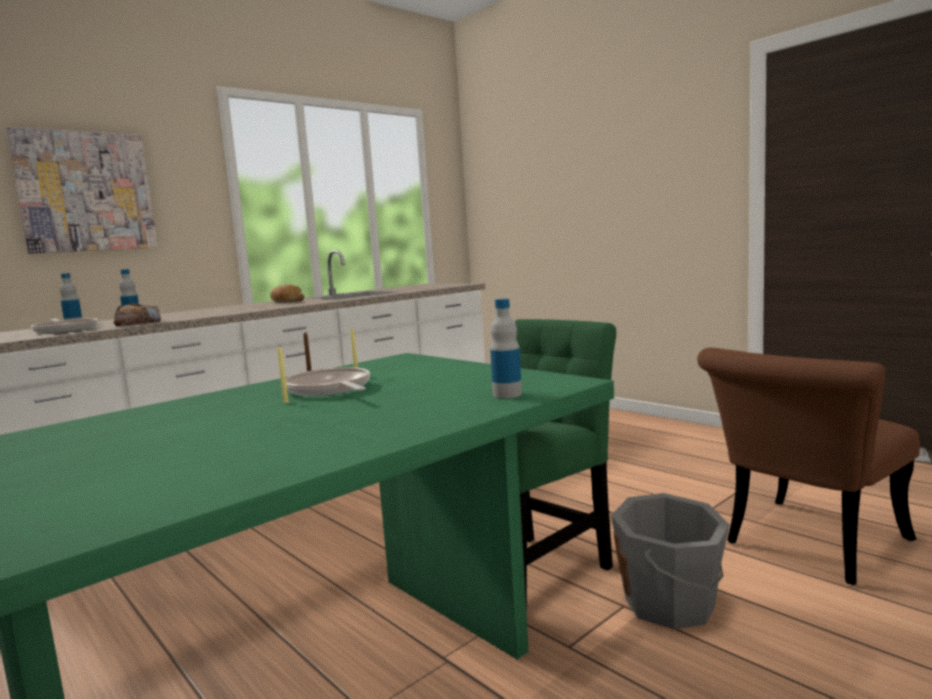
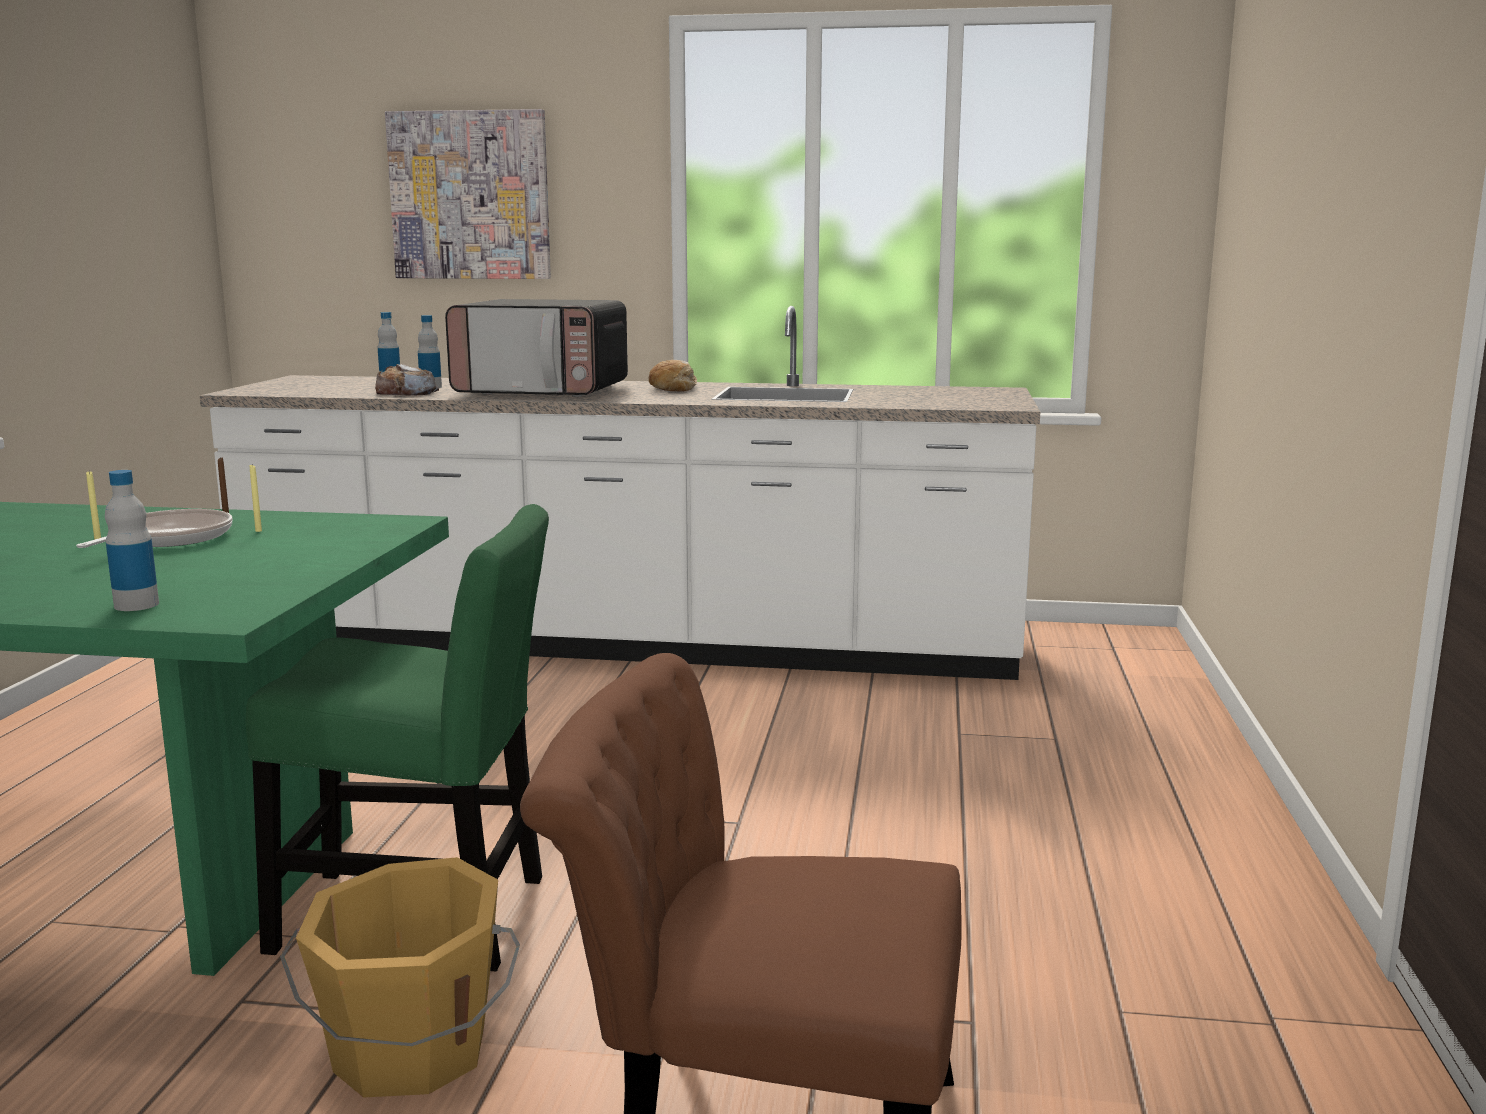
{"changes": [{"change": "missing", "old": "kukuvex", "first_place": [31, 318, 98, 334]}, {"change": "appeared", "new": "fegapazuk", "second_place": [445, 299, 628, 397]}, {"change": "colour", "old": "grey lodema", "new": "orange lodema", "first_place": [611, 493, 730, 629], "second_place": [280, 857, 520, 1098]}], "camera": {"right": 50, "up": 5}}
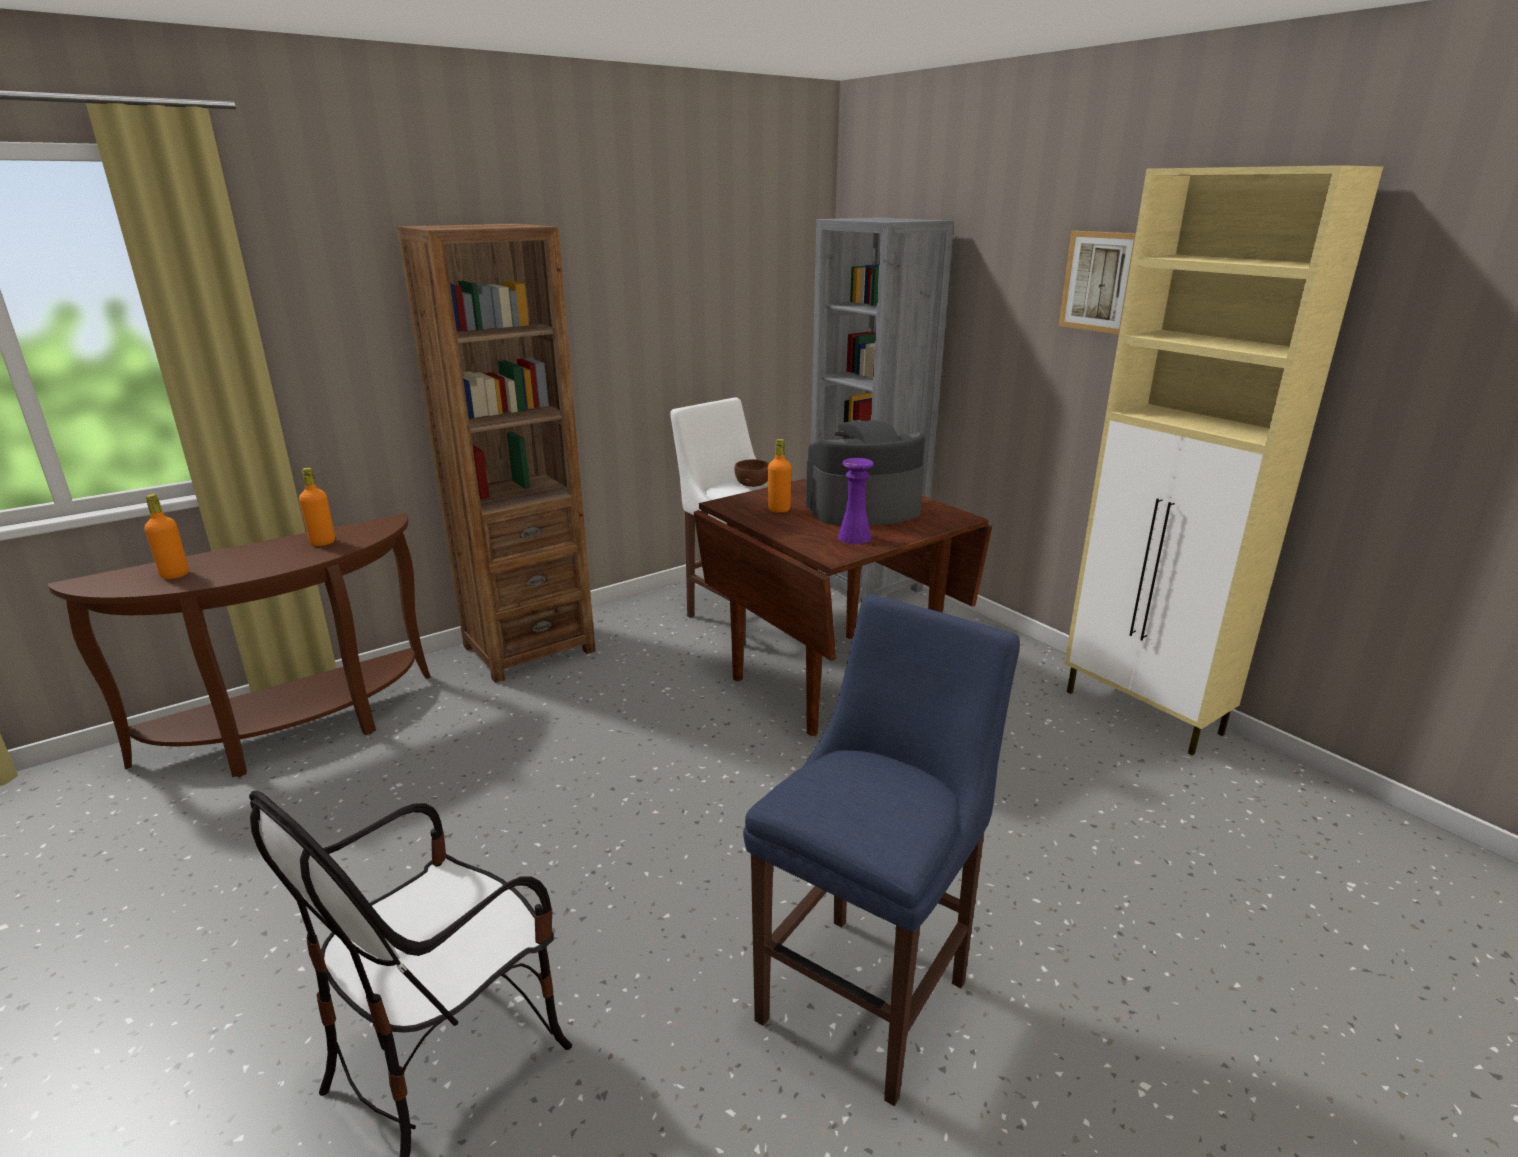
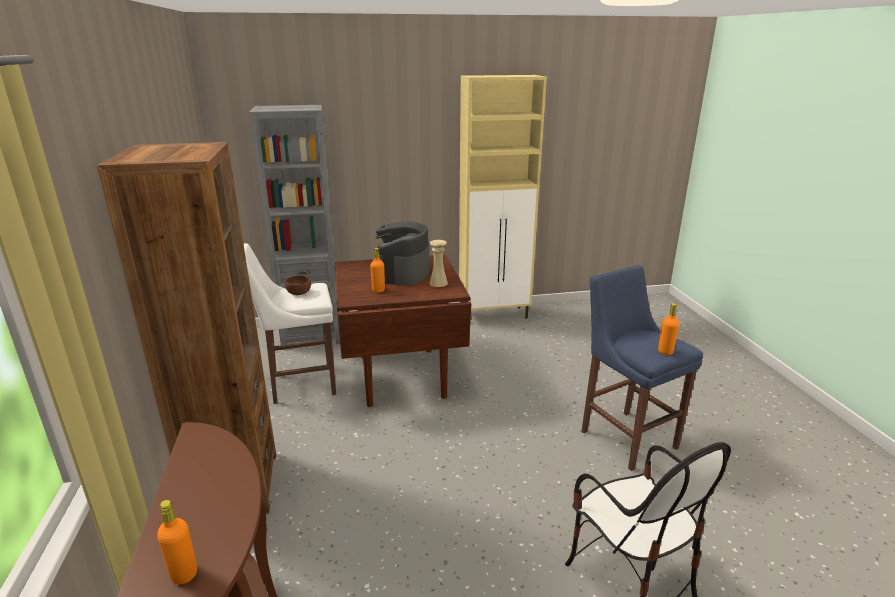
{"changes": [{"change": "missing", "old": "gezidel", "first_place": [1058, 231, 1136, 334]}, {"change": "relocated", "old": "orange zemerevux", "first_place": [299, 468, 335, 546], "second_place": [658, 303, 679, 355]}, {"change": "colour", "old": "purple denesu", "new": "beige denesu", "first_place": [838, 458, 874, 544], "second_place": [429, 240, 448, 287]}], "camera": {"right": -65, "up": 0}}
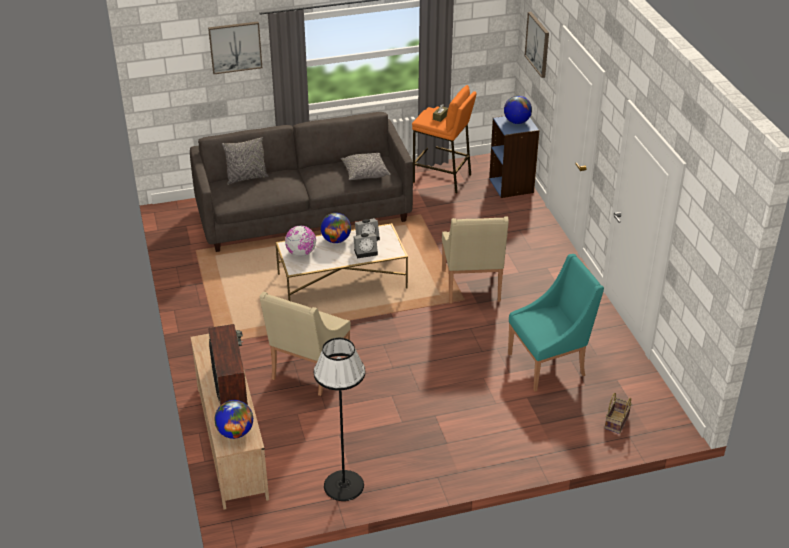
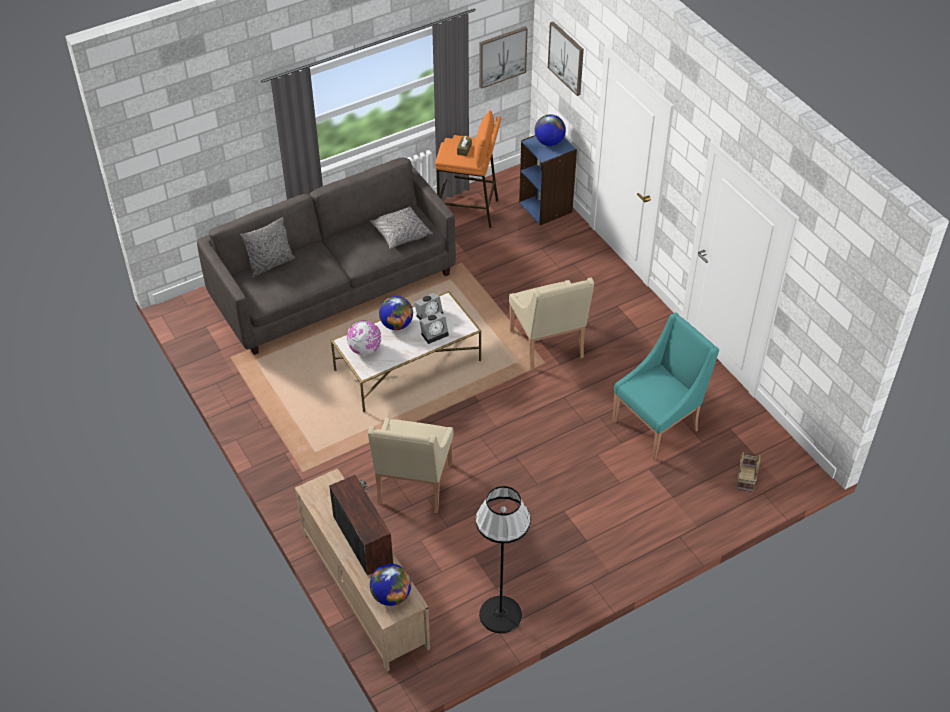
{"changes": [{"change": "relocated", "old": "gezidel", "first_place": [208, 22, 262, 74], "second_place": [479, 26, 528, 89]}], "camera": {"right": -15, "up": 10}}
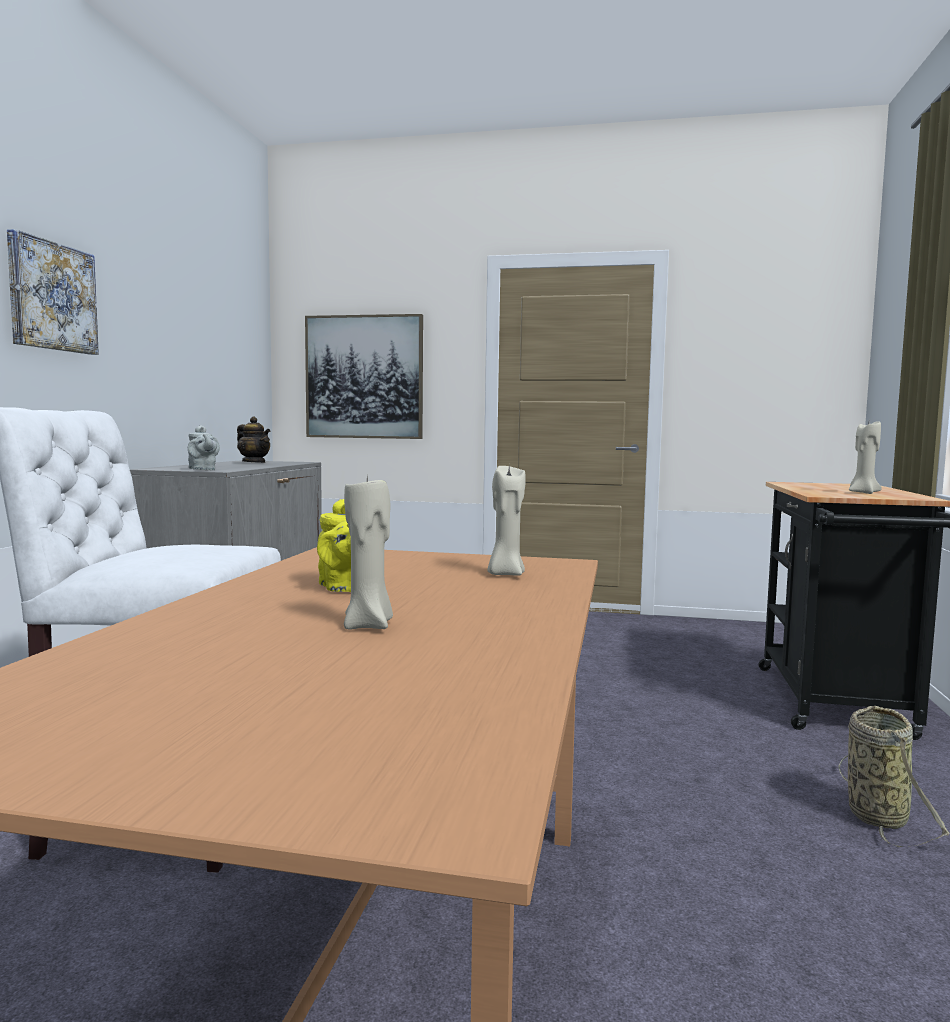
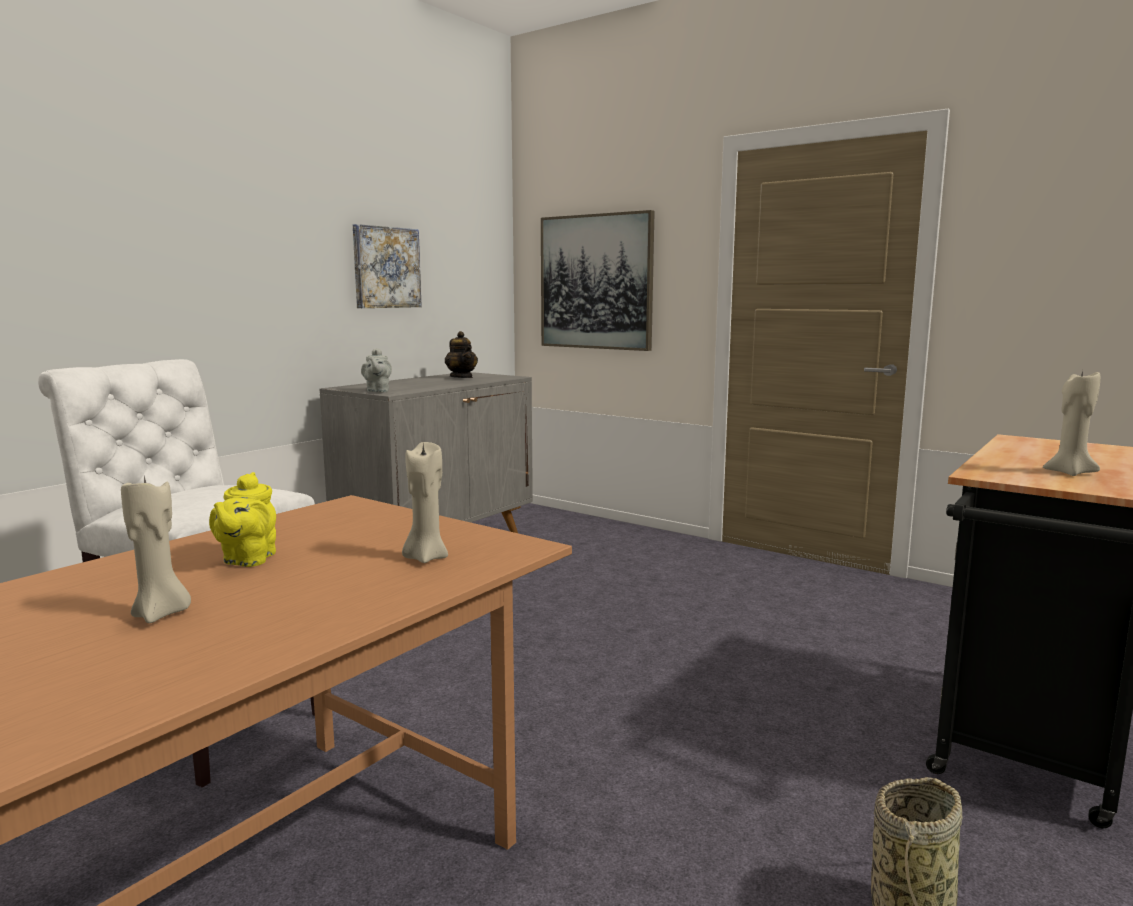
{"changes": [{"change": "relocated", "old": "gezidel", "first_place": [7, 229, 99, 355], "second_place": [353, 224, 422, 308]}], "camera": {"right": 25, "up": 5}}
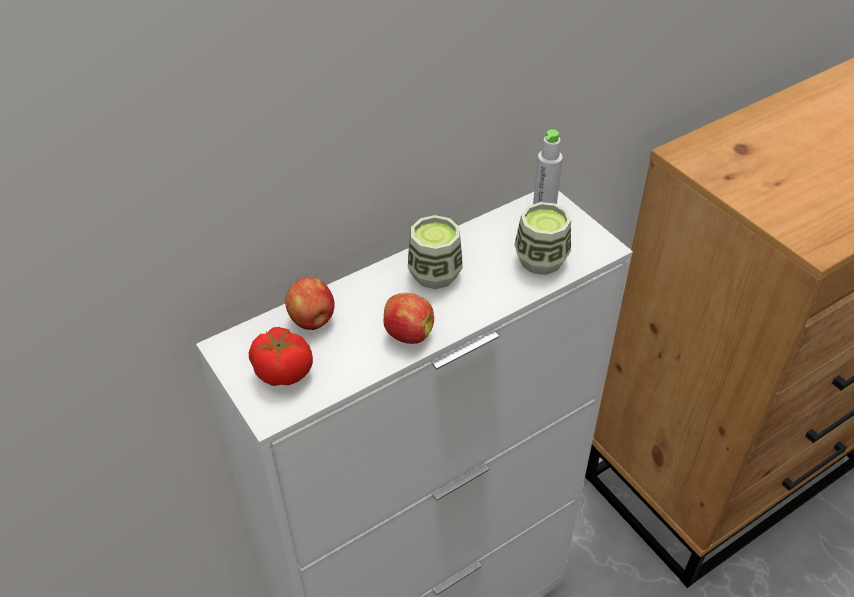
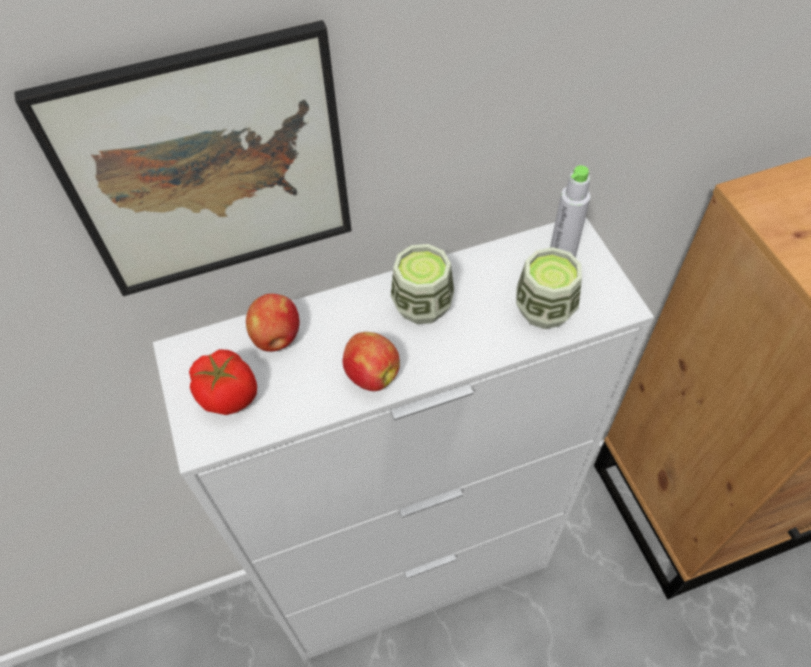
{"changes": [{"change": "appeared", "new": "gezidel", "second_place": [14, 20, 352, 296]}], "camera": {"right": 15, "up": 10}}
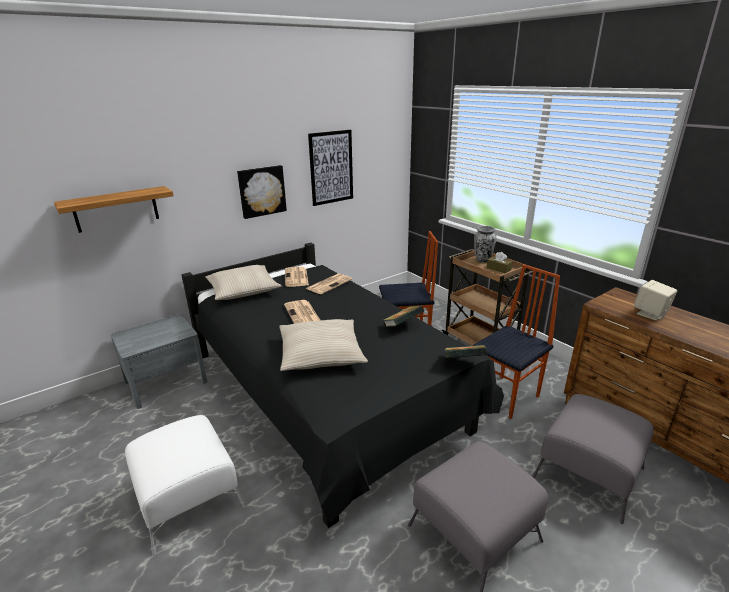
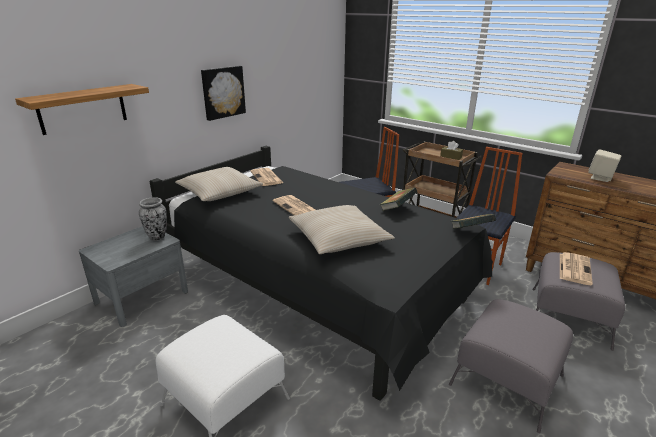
{"changes": [{"change": "missing", "old": "gezidel", "first_place": [308, 130, 353, 206]}, {"change": "relocated", "old": "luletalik", "first_place": [306, 274, 352, 294], "second_place": [560, 252, 593, 285]}, {"change": "relocated", "old": "denesu", "first_place": [474, 226, 496, 263], "second_place": [139, 197, 167, 241]}], "camera": {"right": -15, "up": 0}}
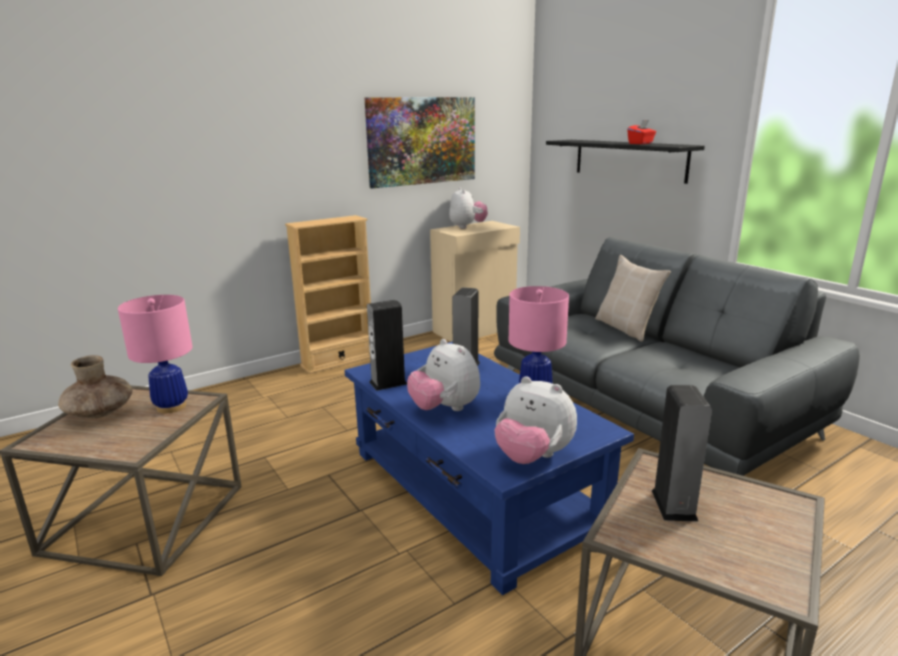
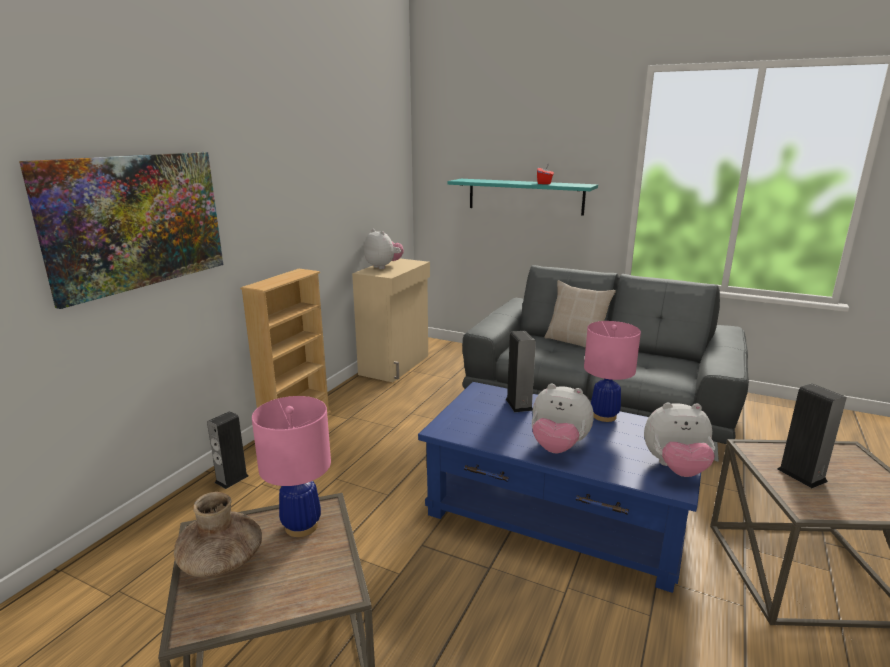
{"changes": [{"change": "relocated", "old": "gezidel", "first_place": [365, 97, 475, 188], "second_place": [19, 152, 223, 309]}, {"change": "relocated", "old": "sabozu", "first_place": [367, 300, 407, 391], "second_place": [207, 411, 249, 489]}, {"change": "colour", "old": "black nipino", "new": "turquoise nipino", "first_place": [546, 140, 705, 184], "second_place": [448, 179, 598, 216]}], "camera": {"right": -30, "up": 0}}
